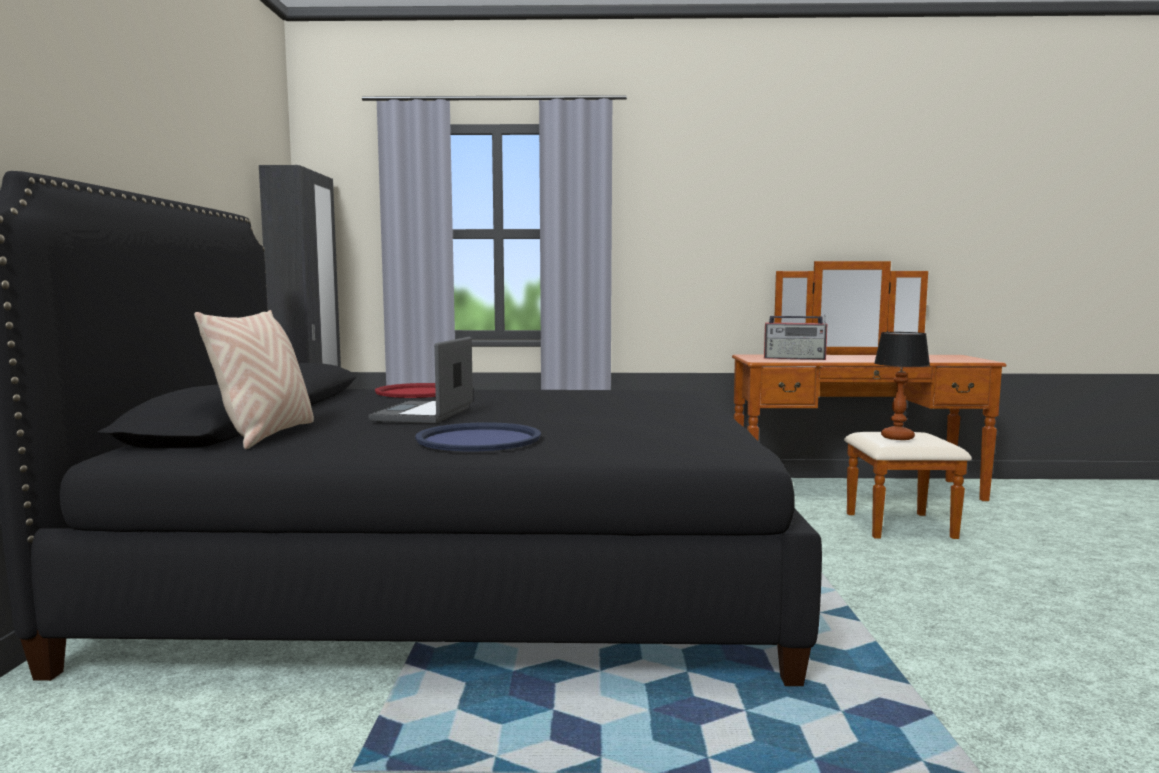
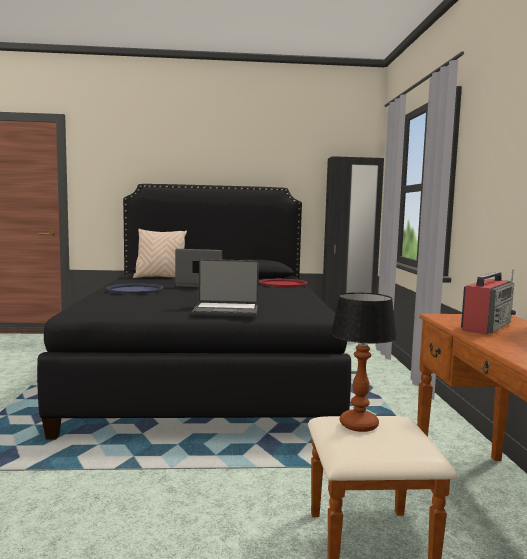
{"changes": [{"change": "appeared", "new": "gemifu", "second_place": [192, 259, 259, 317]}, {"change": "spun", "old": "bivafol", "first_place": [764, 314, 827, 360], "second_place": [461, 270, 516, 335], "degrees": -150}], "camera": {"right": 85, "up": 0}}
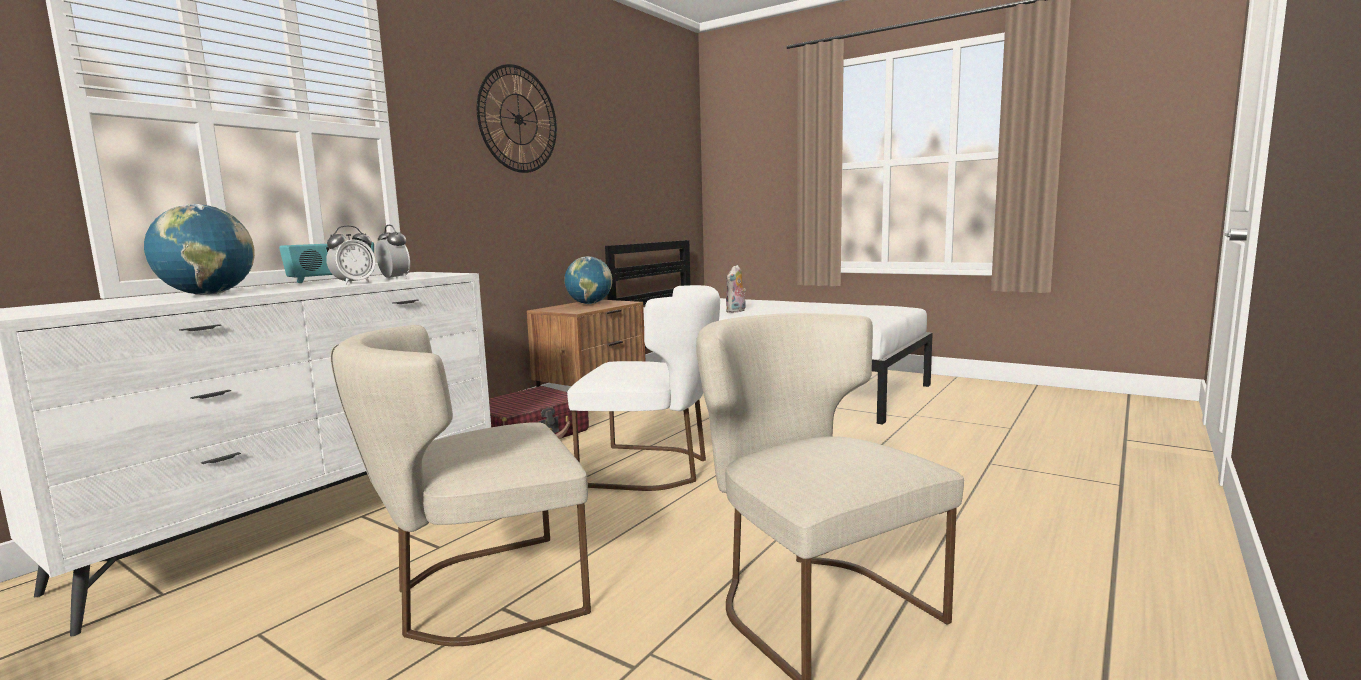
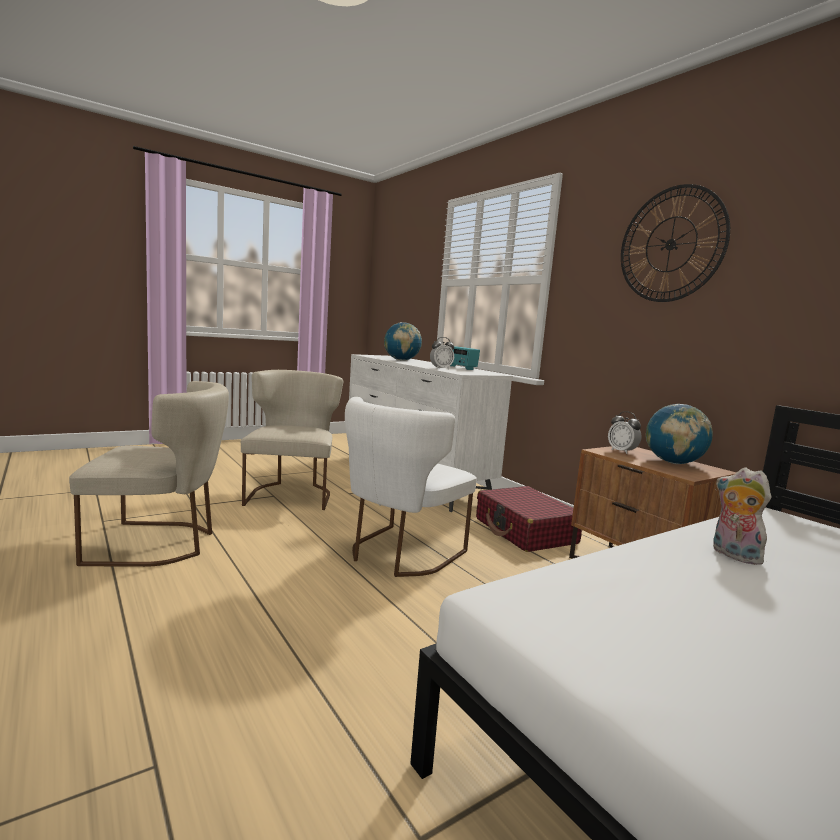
{"changes": [{"change": "relocated", "old": "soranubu", "first_place": [326, 225, 376, 285], "second_place": [608, 411, 642, 454]}], "camera": {"right": 110, "up": 0}}
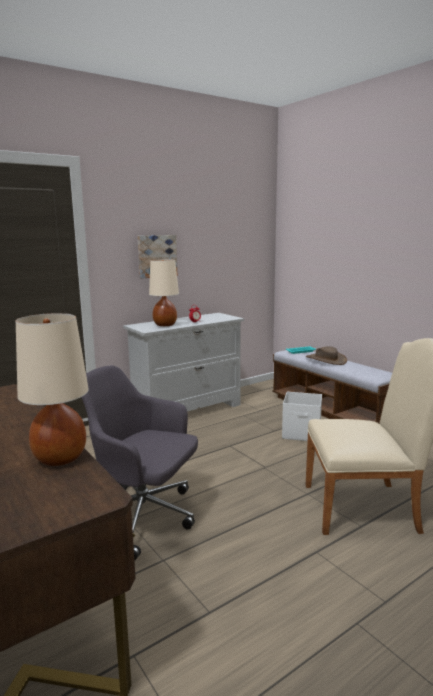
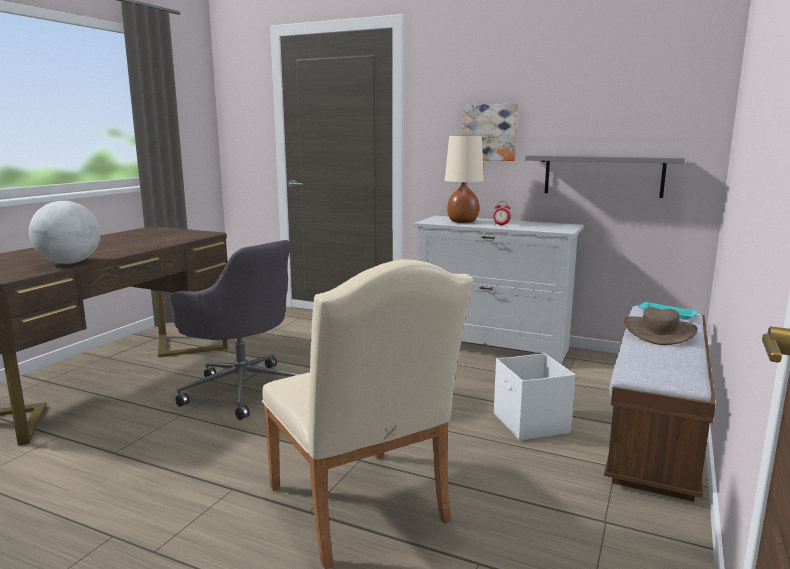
{"changes": [{"change": "appeared", "new": "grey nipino", "second_place": [525, 154, 685, 198]}, {"change": "exchanged", "old": "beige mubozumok", "new": "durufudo", "first_place": [16, 313, 89, 466], "second_place": [29, 201, 101, 264]}, {"change": "spun", "old": "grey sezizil", "first_place": [81, 365, 198, 560], "second_place": [171, 240, 300, 420], "degrees": 135}], "camera": {"right": 60, "up": 0}}
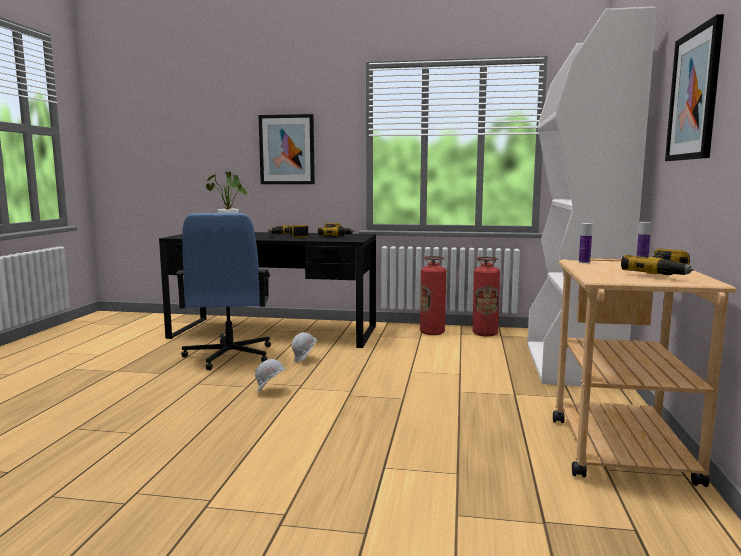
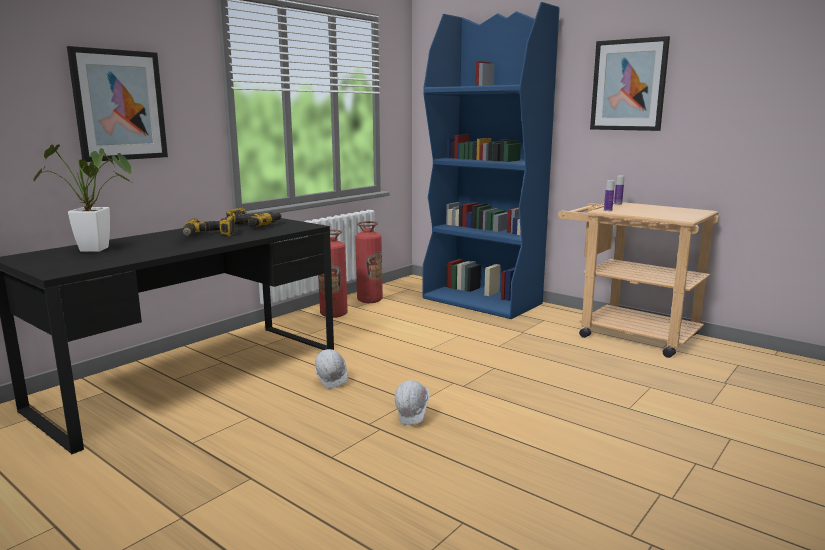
{"changes": [{"change": "missing", "old": "blue sezizil", "first_place": [176, 213, 271, 370]}, {"change": "missing", "old": "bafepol", "first_place": [621, 249, 693, 275]}, {"change": "colour", "old": "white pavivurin", "new": "blue pavivurin", "first_place": [527, 6, 657, 386], "second_place": [422, 2, 560, 319]}], "camera": {"right": -60, "up": 5}}
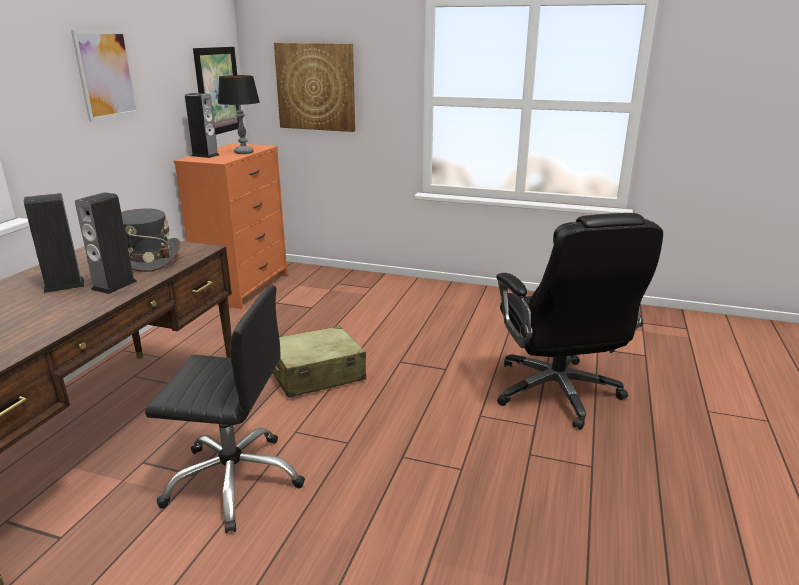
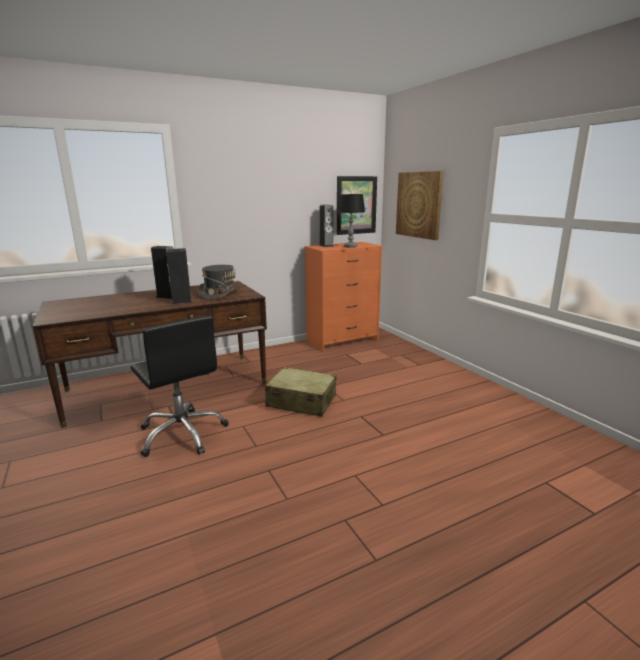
{"changes": [{"change": "missing", "old": "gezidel", "first_place": [71, 30, 139, 121]}, {"change": "missing", "old": "black sezizil", "first_place": [496, 213, 663, 430]}], "camera": {"right": 45, "up": -5}}
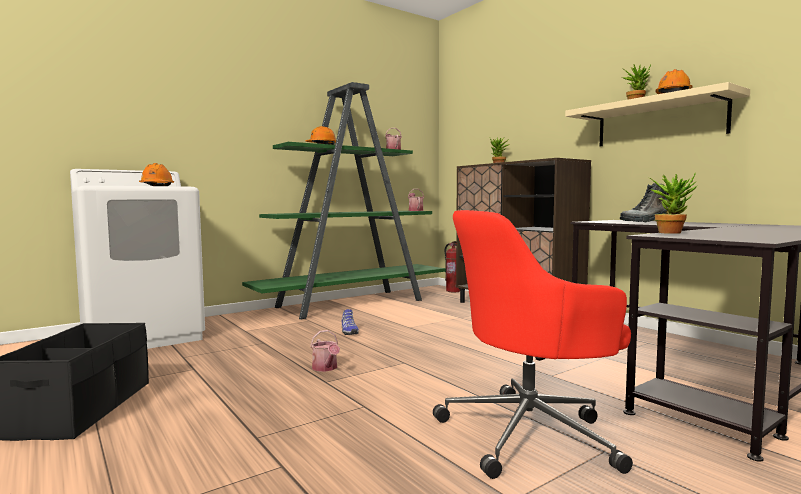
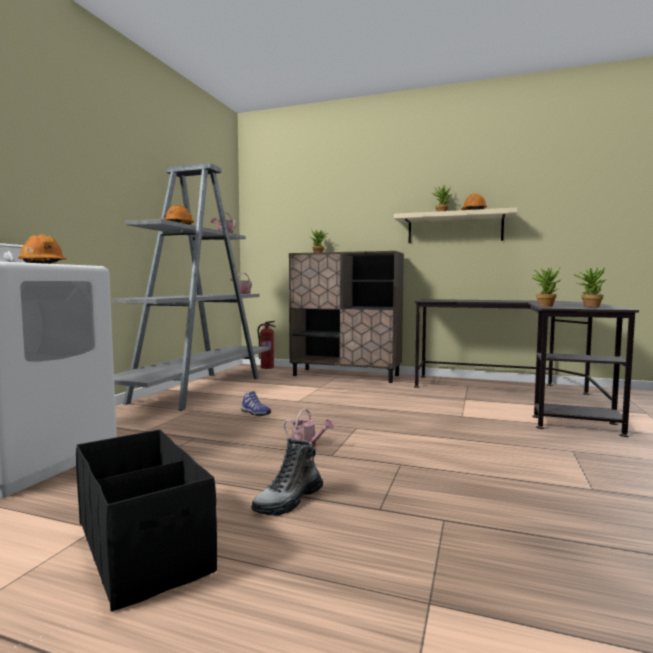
{"changes": [{"change": "missing", "old": "red sezizil", "first_place": [433, 210, 633, 479]}, {"change": "appeared", "new": "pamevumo", "second_place": [573, 267, 607, 307]}, {"change": "relocated", "old": "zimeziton", "first_place": [620, 183, 669, 222], "second_place": [251, 438, 323, 516]}, {"change": "colour", "old": "green pavivurin", "new": "grey pavivurin", "first_place": [242, 82, 445, 320], "second_place": [113, 163, 269, 411]}], "camera": {"right": -35, "up": 0}}
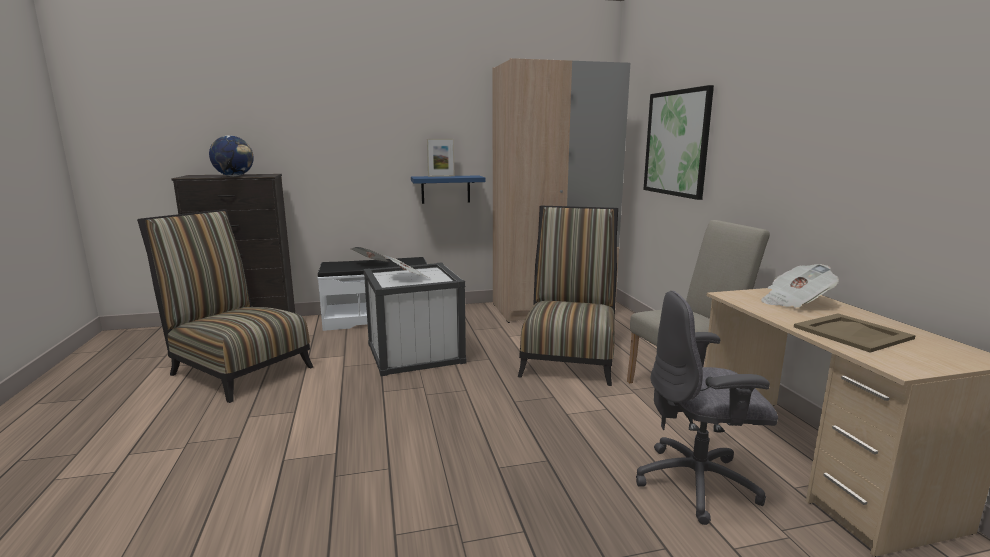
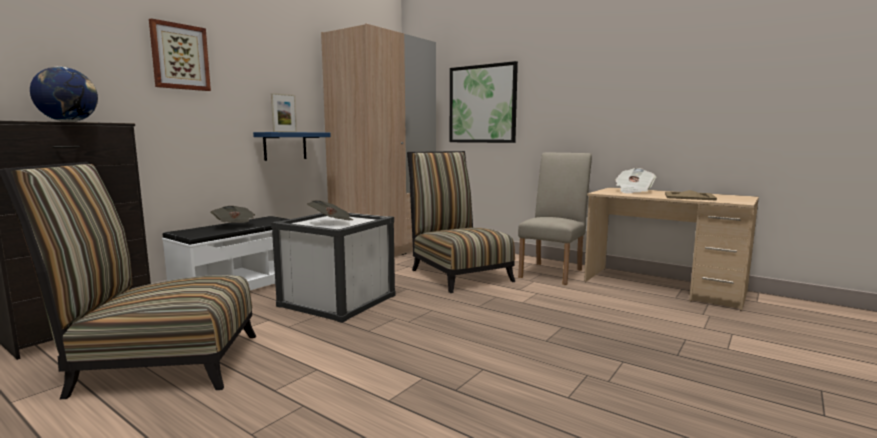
{"changes": [{"change": "missing", "old": "grey sezizil", "first_place": [636, 291, 778, 525]}, {"change": "appeared", "new": "gezidel", "second_place": [149, 18, 211, 91]}], "camera": {"right": -40, "up": -5}}
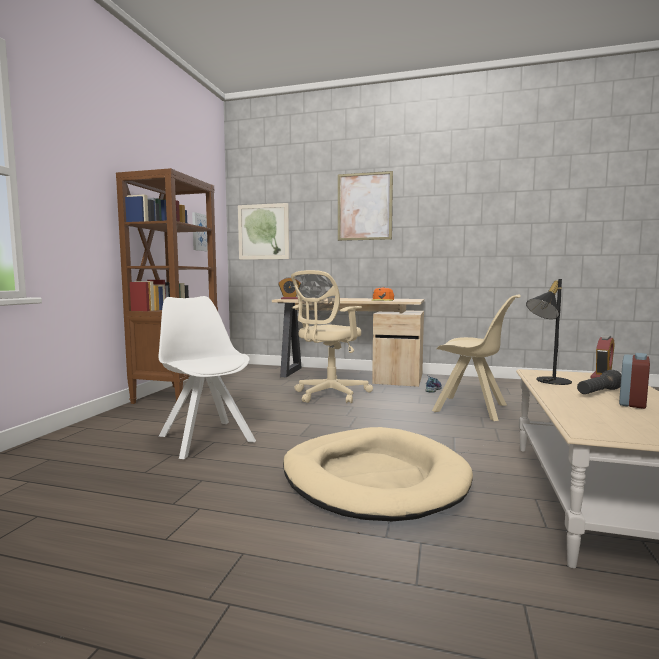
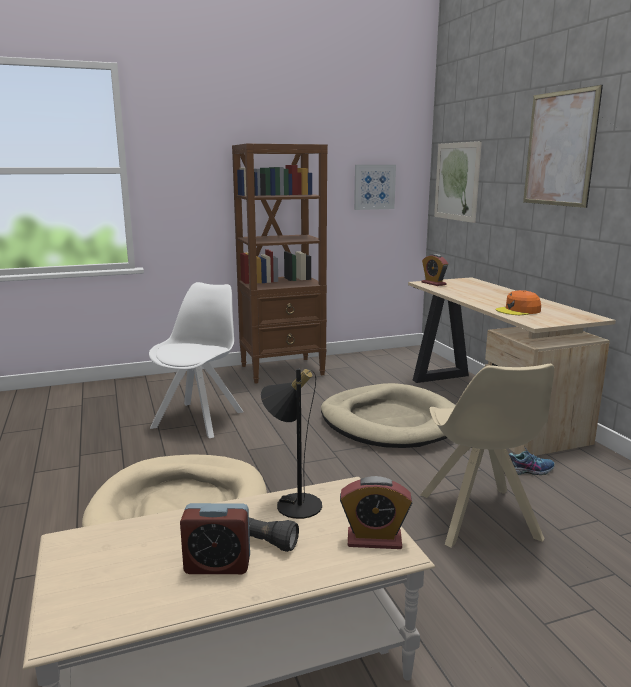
{"changes": [{"change": "exchanged", "old": "beige sezizil", "new": "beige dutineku", "first_place": [291, 270, 373, 404], "second_place": [321, 383, 456, 448]}], "camera": {"right": 55, "up": 10}}
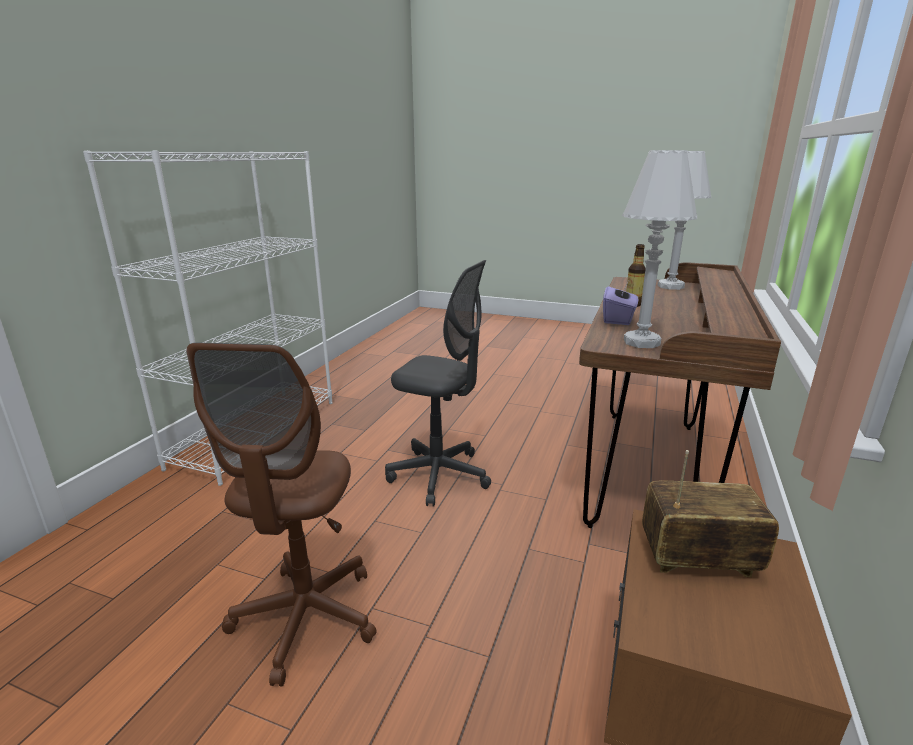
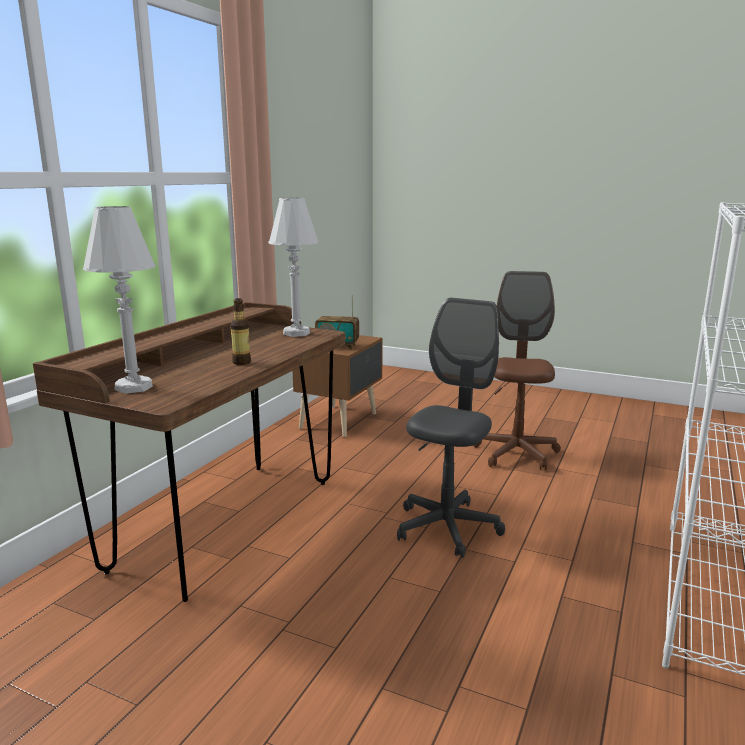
{"changes": [{"change": "missing", "old": "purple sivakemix", "first_place": [603, 281, 638, 325]}, {"change": "spun", "old": "grey sezizil", "first_place": [385, 260, 491, 507], "second_place": [397, 298, 505, 558], "degrees": 90}], "camera": {"right": -175, "up": -5}}
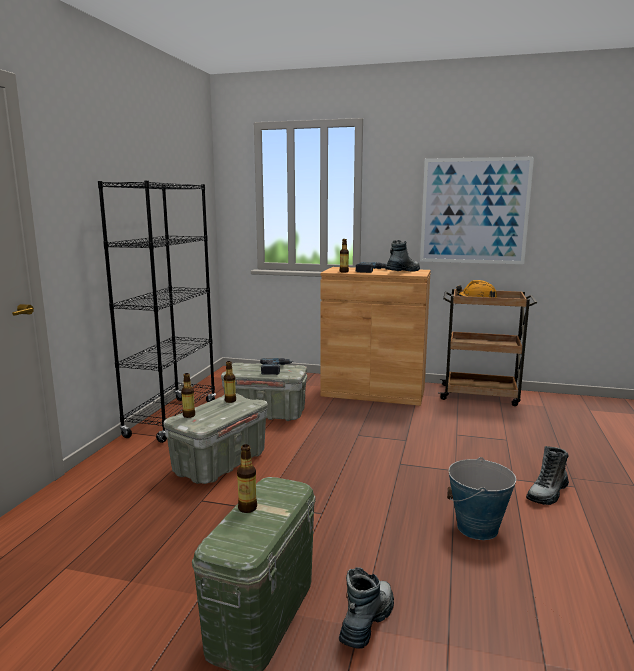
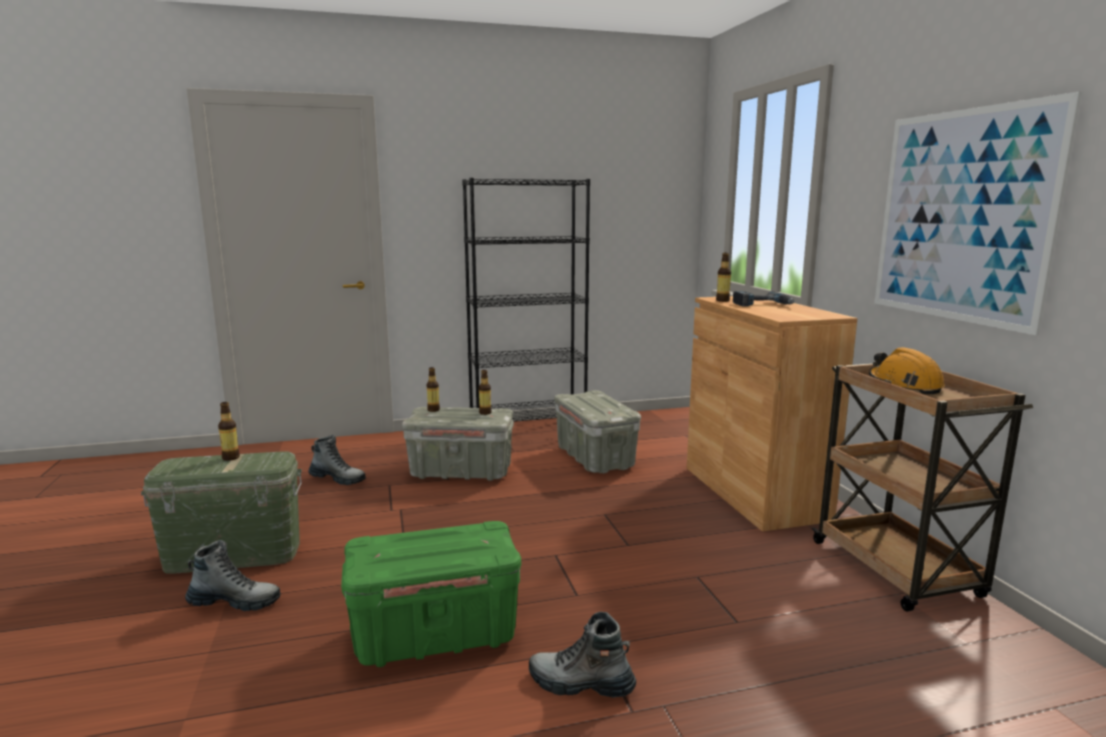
{"changes": [{"change": "missing", "old": "bafepol", "first_place": [260, 358, 293, 375]}, {"change": "relocated", "old": "zimeziton", "first_place": [385, 240, 420, 272], "second_place": [309, 435, 366, 485]}, {"change": "exchanged", "old": "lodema", "new": "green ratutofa", "first_place": [447, 457, 516, 540], "second_place": [341, 521, 521, 667]}], "camera": {"right": 60, "up": 0}}
